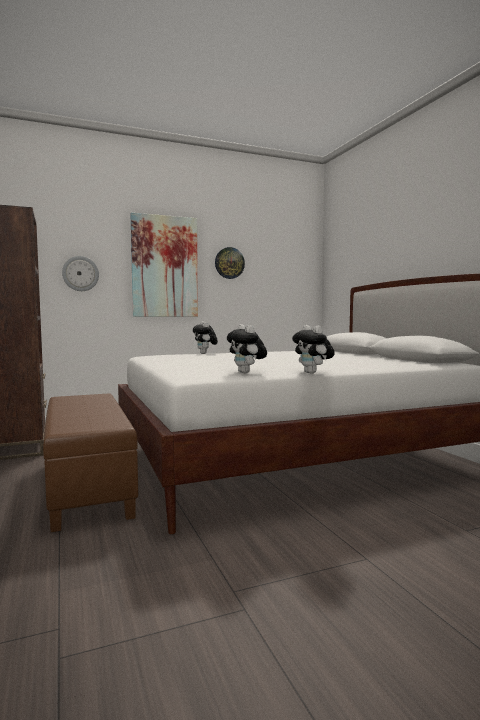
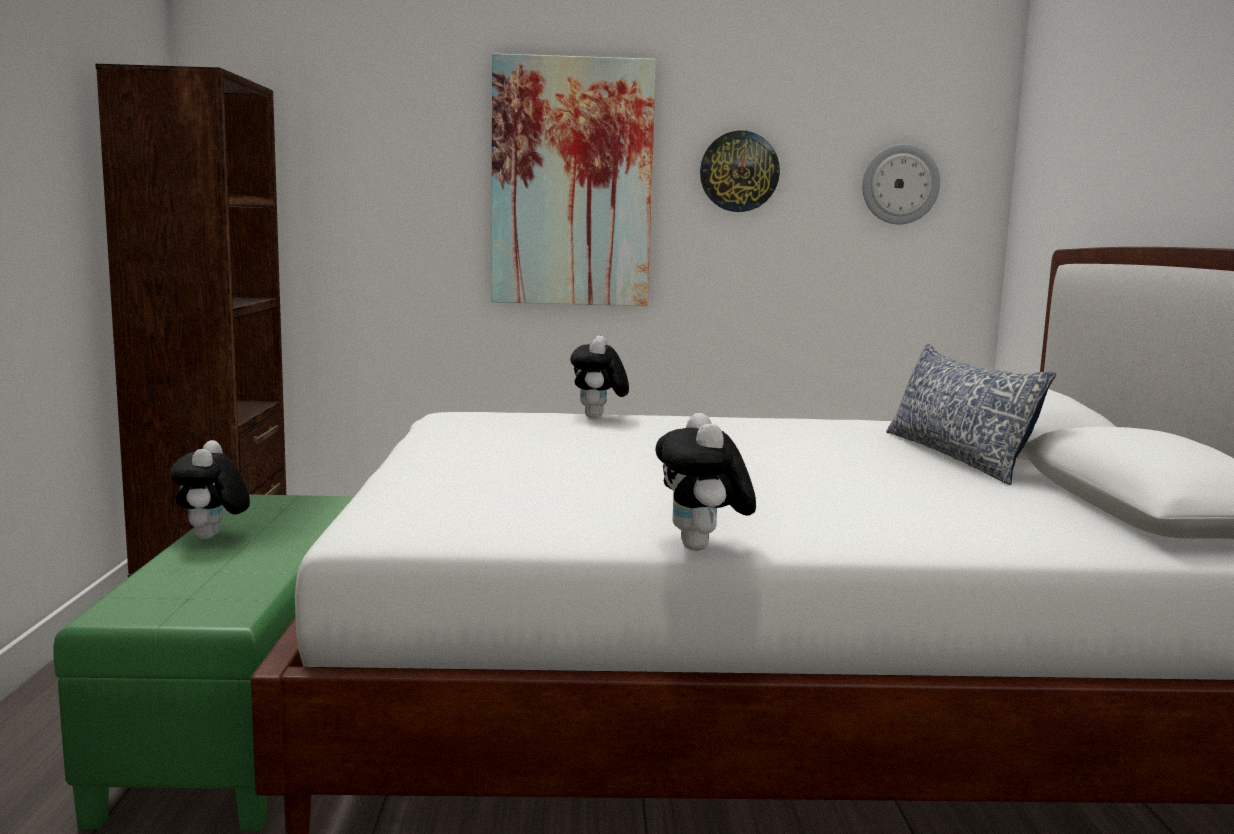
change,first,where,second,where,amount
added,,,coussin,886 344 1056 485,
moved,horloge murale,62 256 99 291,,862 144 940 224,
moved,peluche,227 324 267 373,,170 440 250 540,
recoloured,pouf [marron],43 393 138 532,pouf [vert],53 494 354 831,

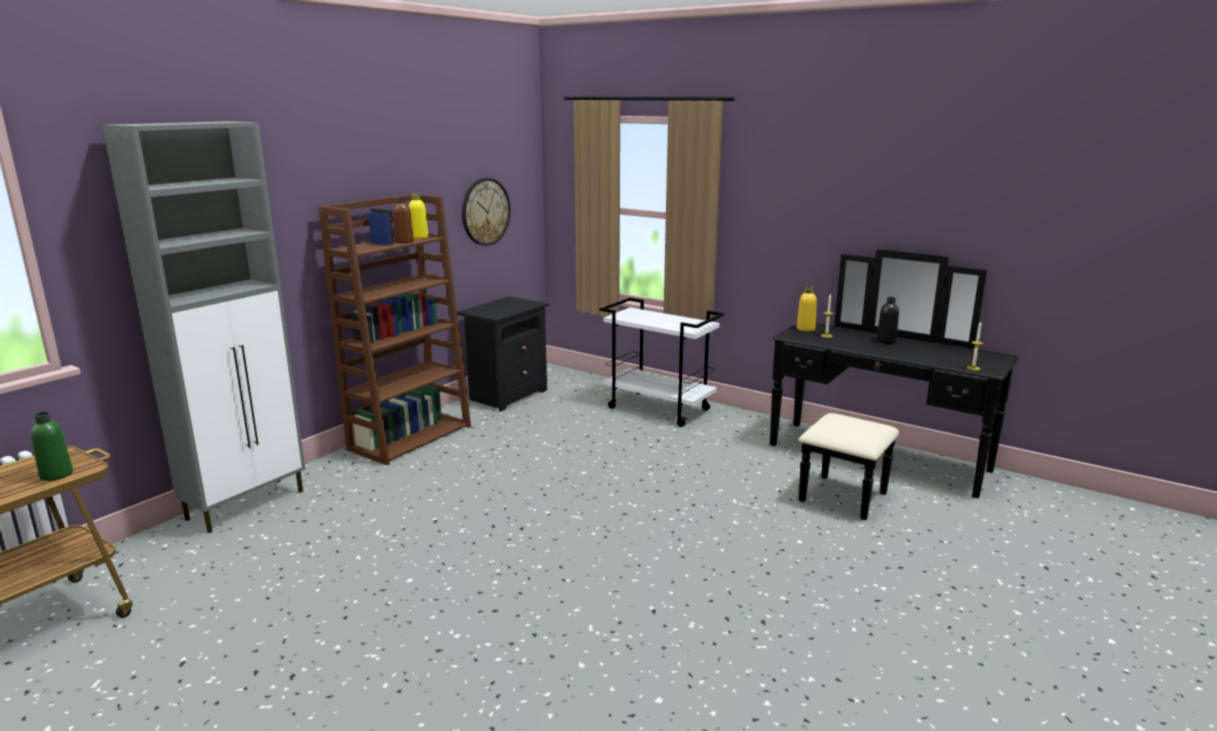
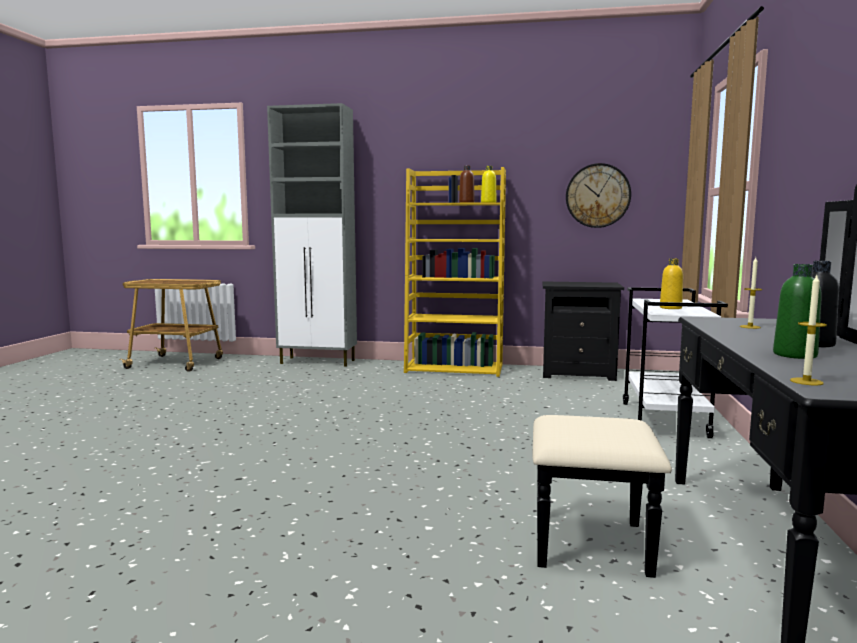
change,first,where,second,where,amount
moved,bouteille [vert],31 412 73 481,,773 264 822 359,
moved,bouteille [jaune],797 287 817 331,,660 259 683 309,
recoloured,bibliothèque [marron],318 195 471 465,bibliothèque [jaune],404 167 506 377,

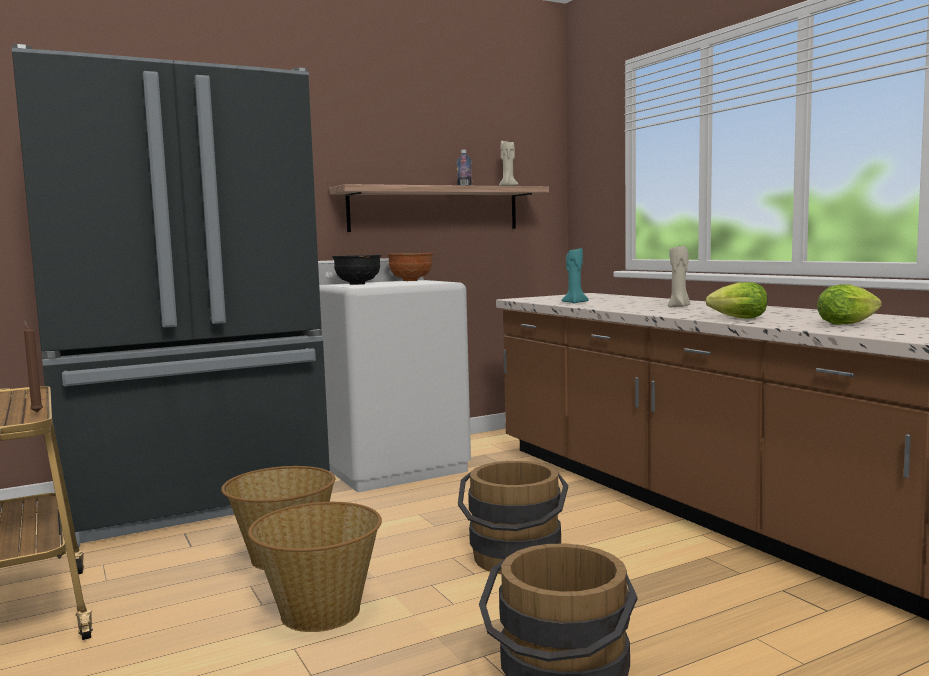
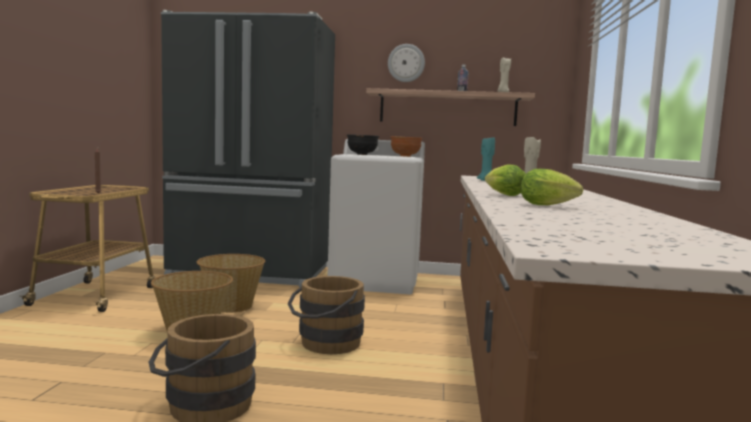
change,first,where,second,where,amount
added,,,horloge murale,388 44 425 82,

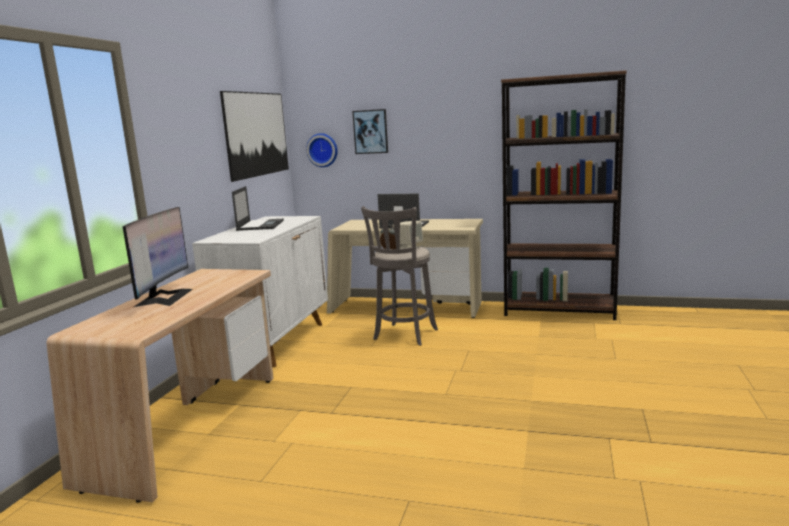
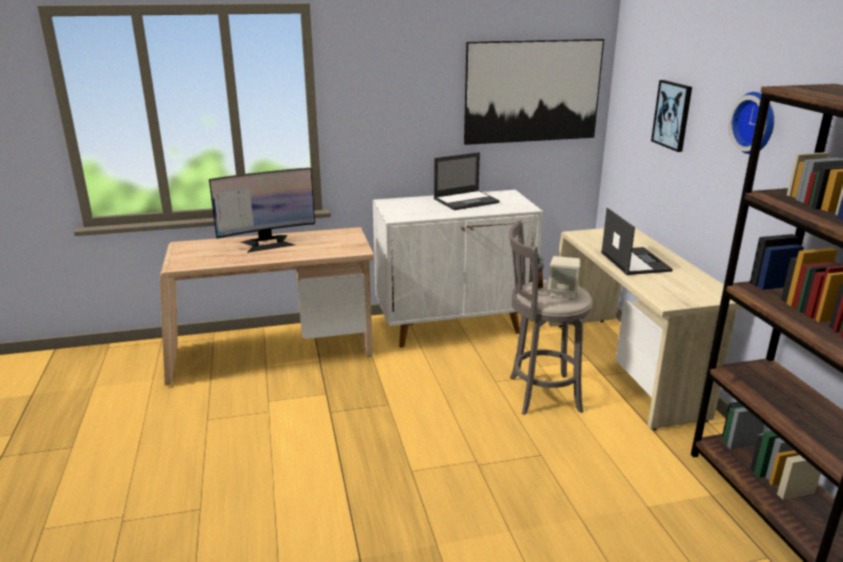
change,first,where,second,where,amount
moved,horloge murale,306 133 338 167,,729 92 774 154,

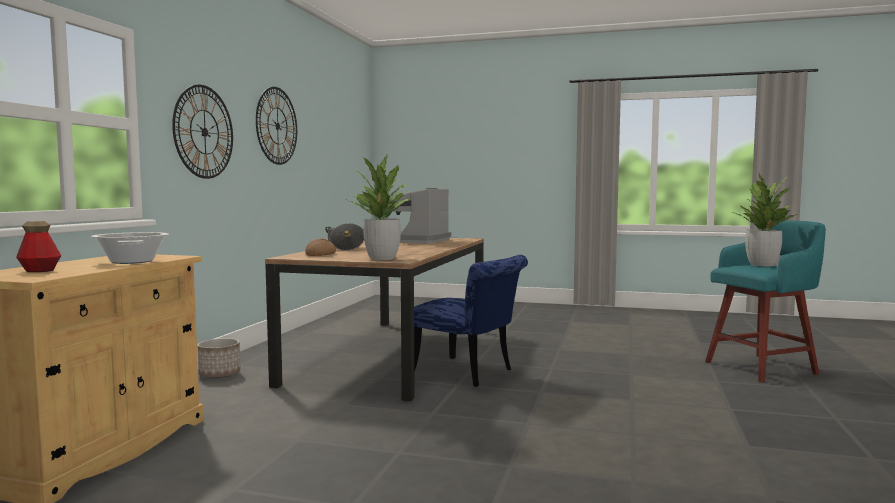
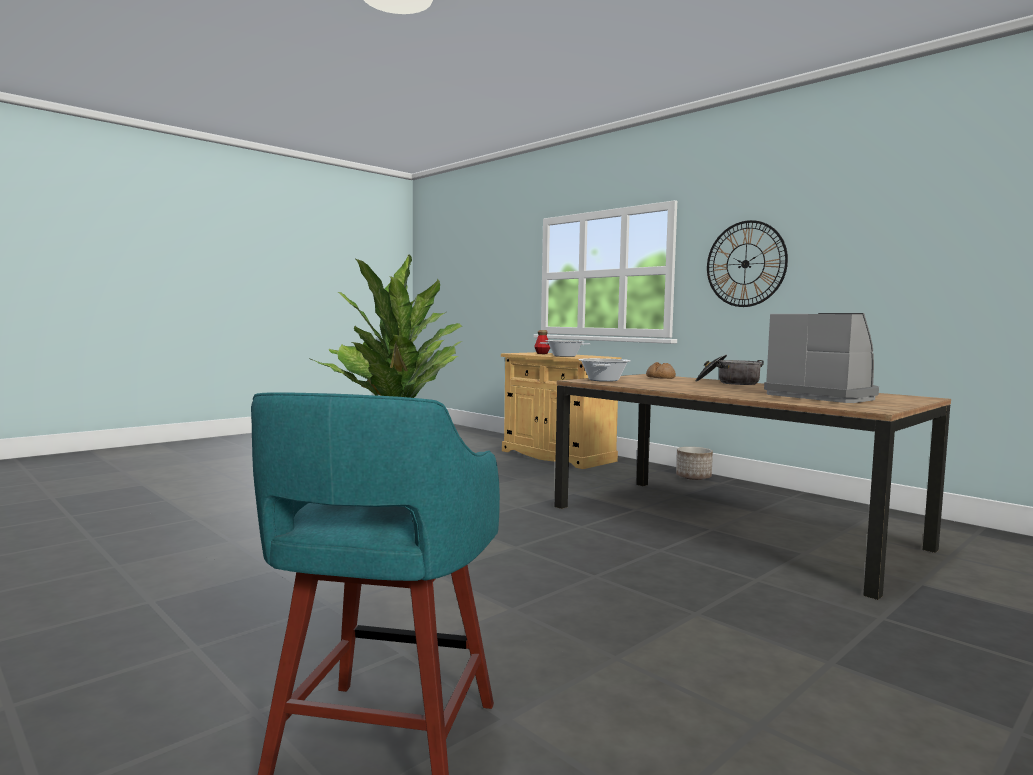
change,first,where,second,where,amount
removed,horloge murale,256 87 297 165,,,
removed,chaise [bleu],414 255 528 387,,,
replaced,plante en pot,345 154 409 260,marmite,578 358 631 382,

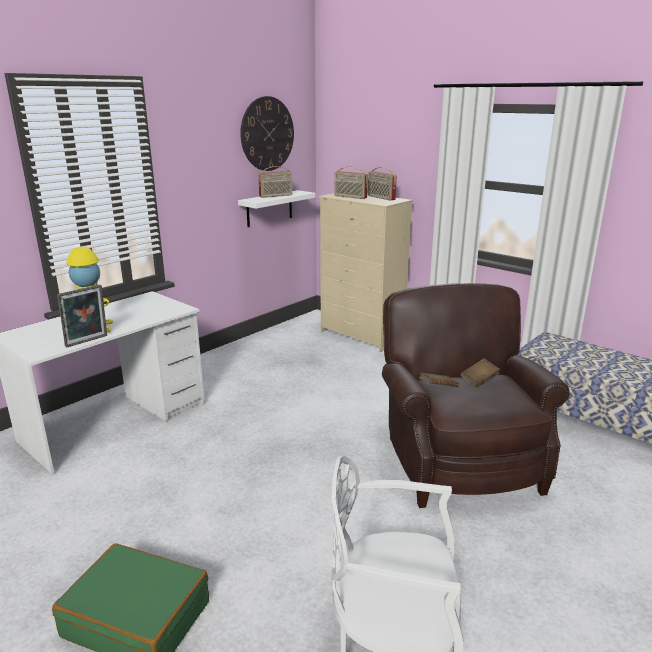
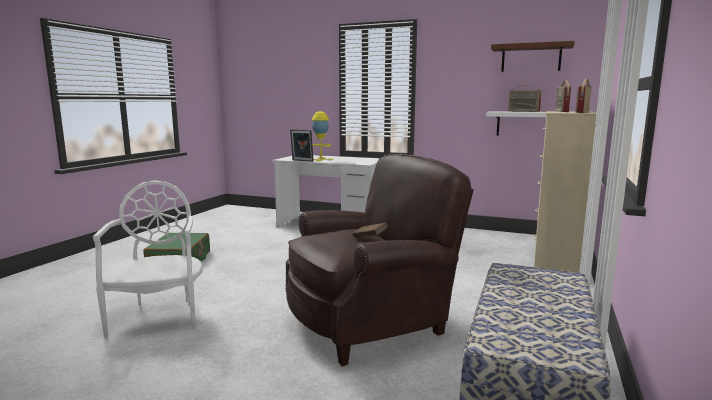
change,first,where,second,where,amount
removed,livre [marron],419 372 459 387,,,
replaced,horloge murale,240 96 294 171,étagère [marron],491 41 575 72,

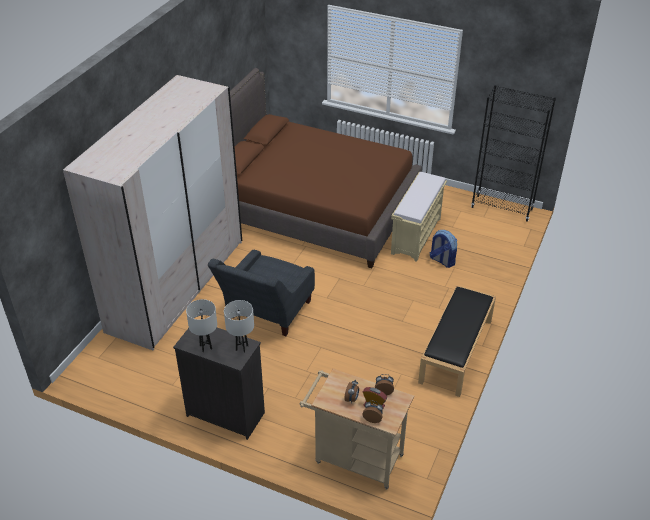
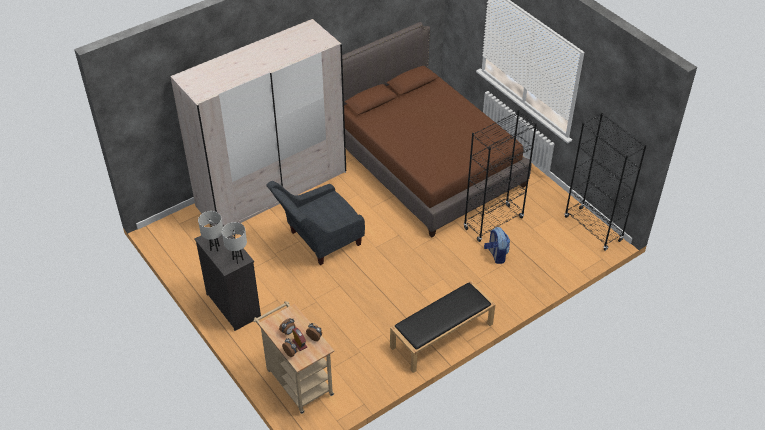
change,first,where,second,where,amount
replaced,banc [beige],391 172 447 262,bibliothèque [noir],464 110 537 242,

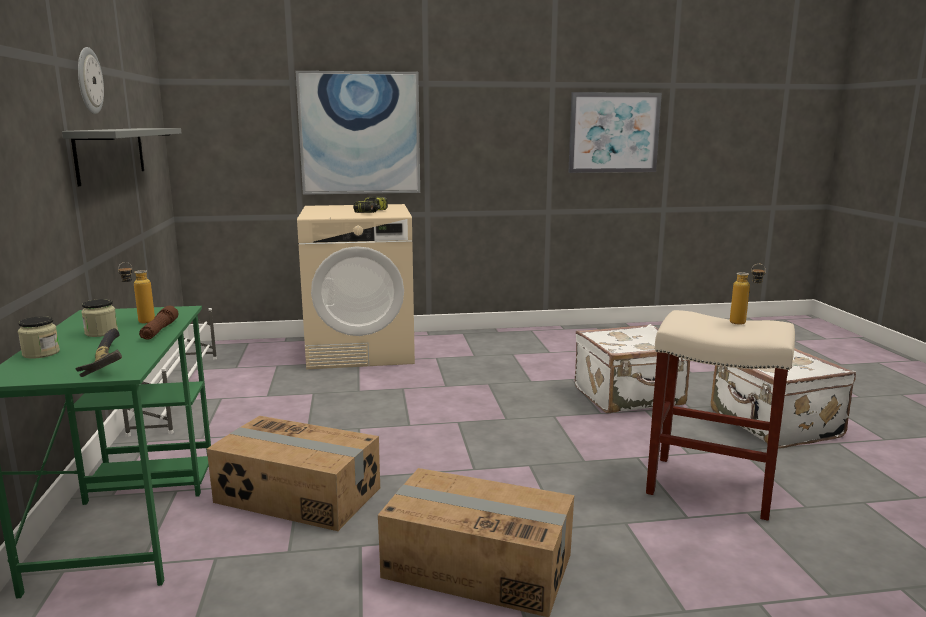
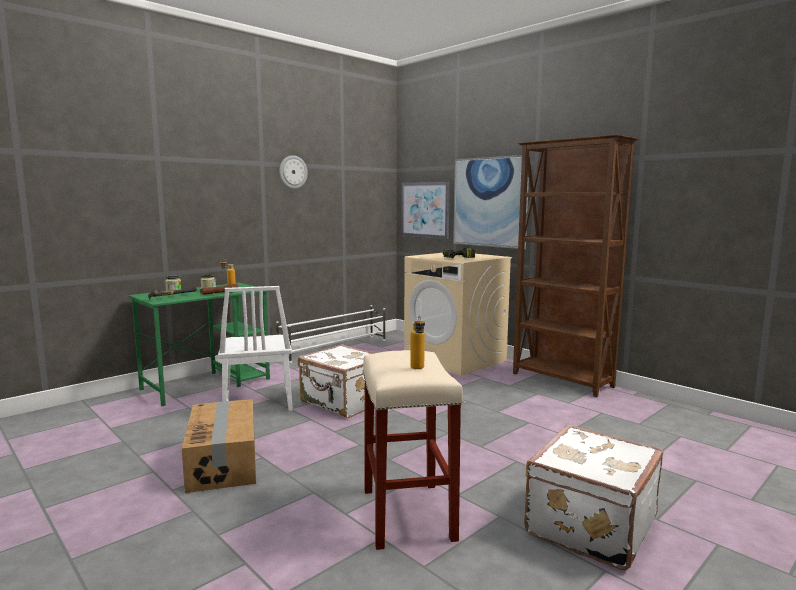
change,first,where,second,where,amount
removed,étagère [gris],62 128 181 186,,,
added,,,bibliothèque [marron],513 135 638 397,
moved,tableau,568 92 662 173,,401 182 450 239,
moved,valise [blanc],575 324 690 413,,298 344 374 418,
replaced,carton,207 416 380 531,chaise [blanc],218 286 293 411,

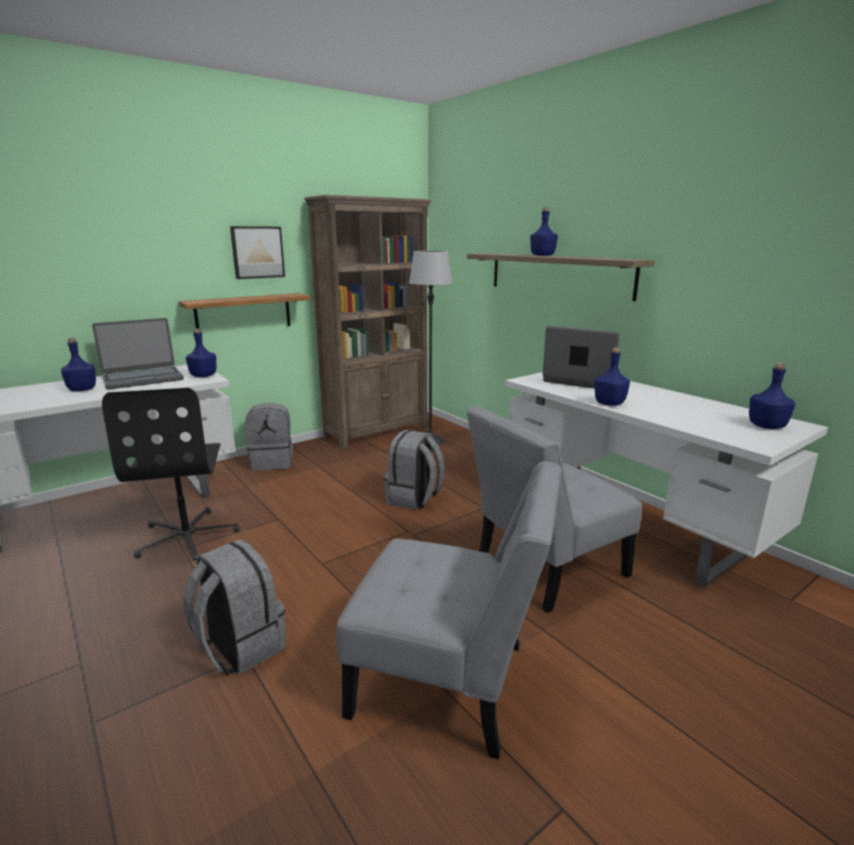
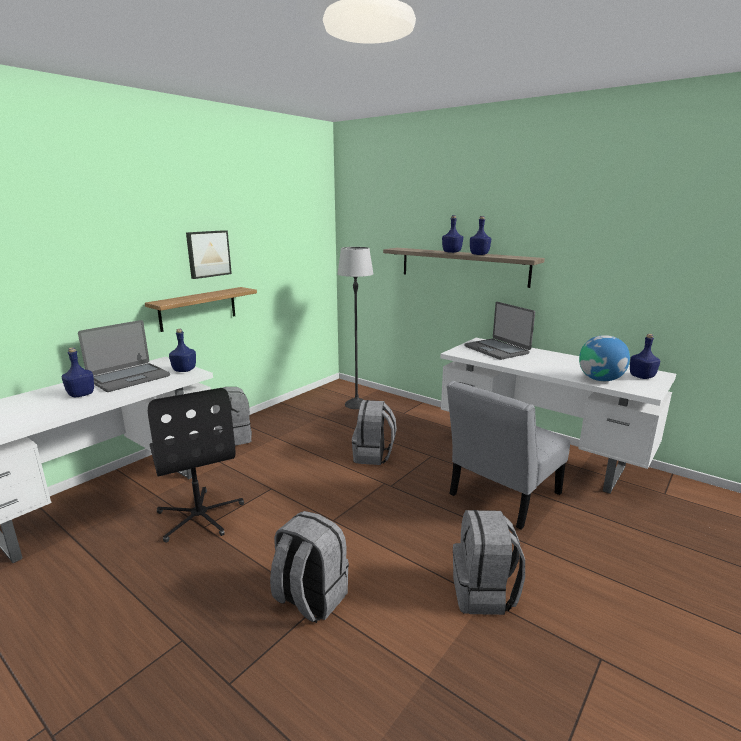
change,first,where,second,where,amount
removed,bibliothèque [marron],304 195 432 450,,,
added,,,globe,579 335 630 381,
moved,bouteille [bleu],595 347 630 406,,470 216 491 255,
replaced,chaise [gris],337 461 561 759,sac à dos [gris],453 510 525 615,
turned,ordinateur portable,543 326 624 388,,464 302 535 360,135 degrees counterclockwise

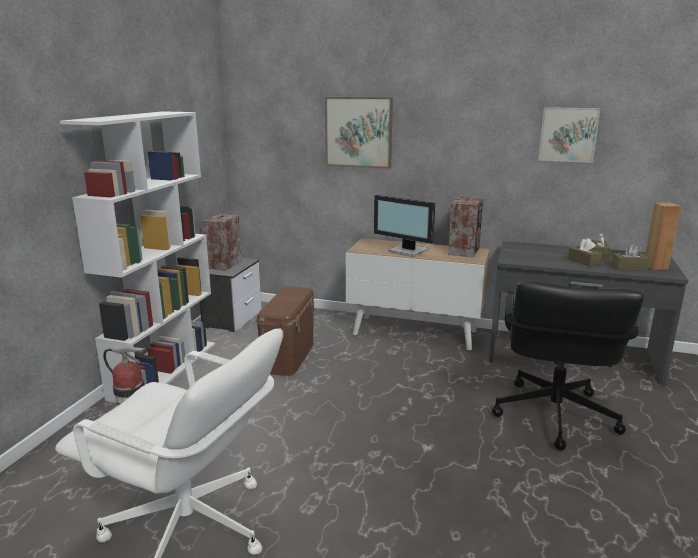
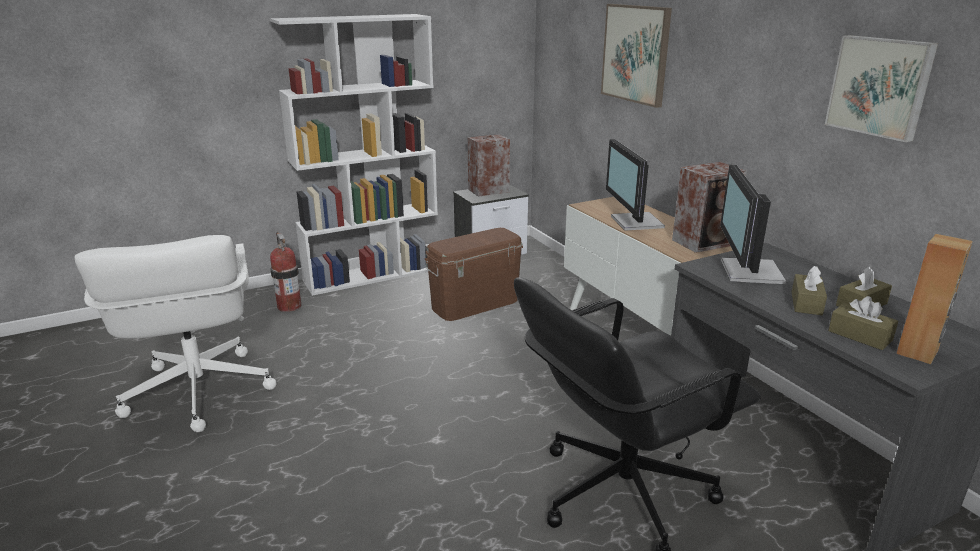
change,first,where,second,where,amount
added,,,écran d'ordinateur,720 165 786 284,

